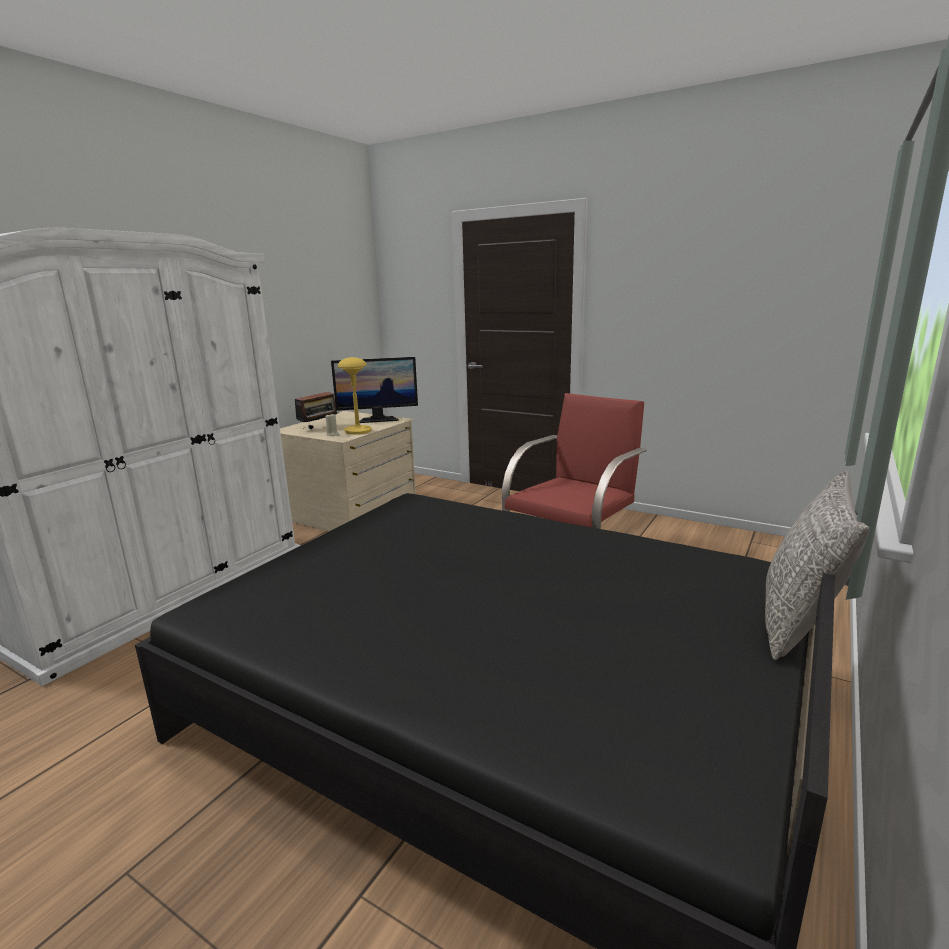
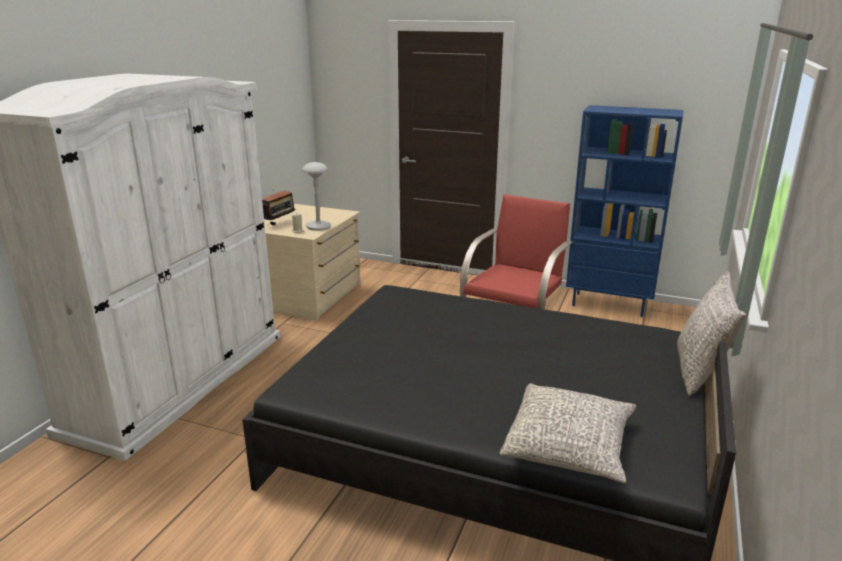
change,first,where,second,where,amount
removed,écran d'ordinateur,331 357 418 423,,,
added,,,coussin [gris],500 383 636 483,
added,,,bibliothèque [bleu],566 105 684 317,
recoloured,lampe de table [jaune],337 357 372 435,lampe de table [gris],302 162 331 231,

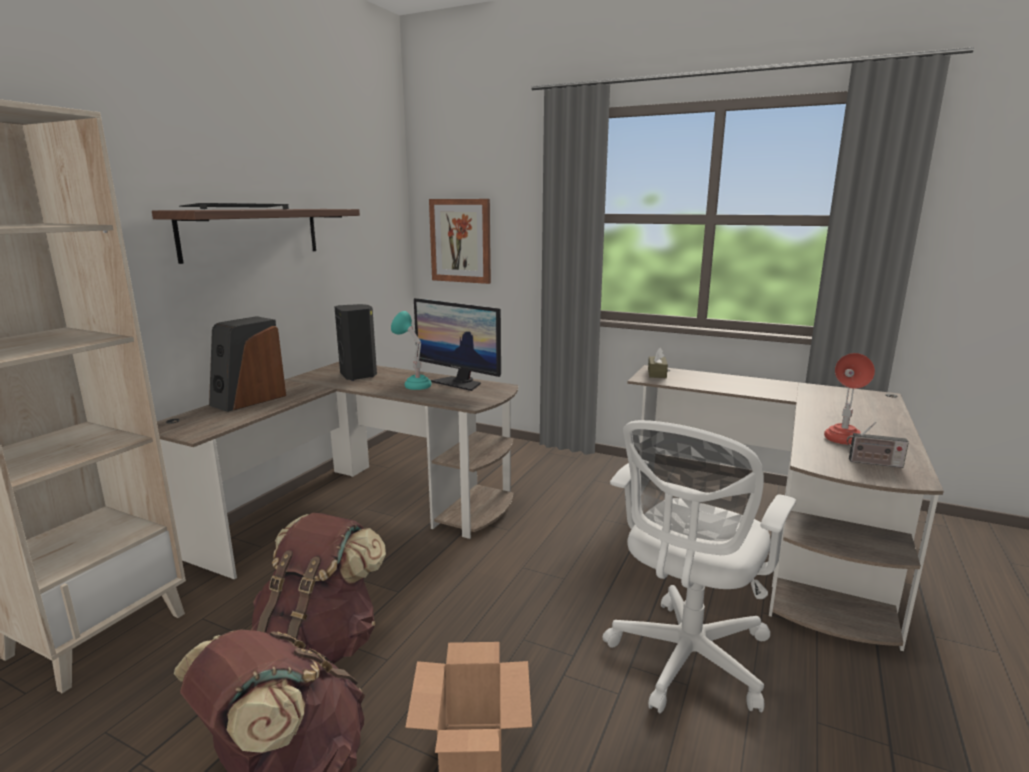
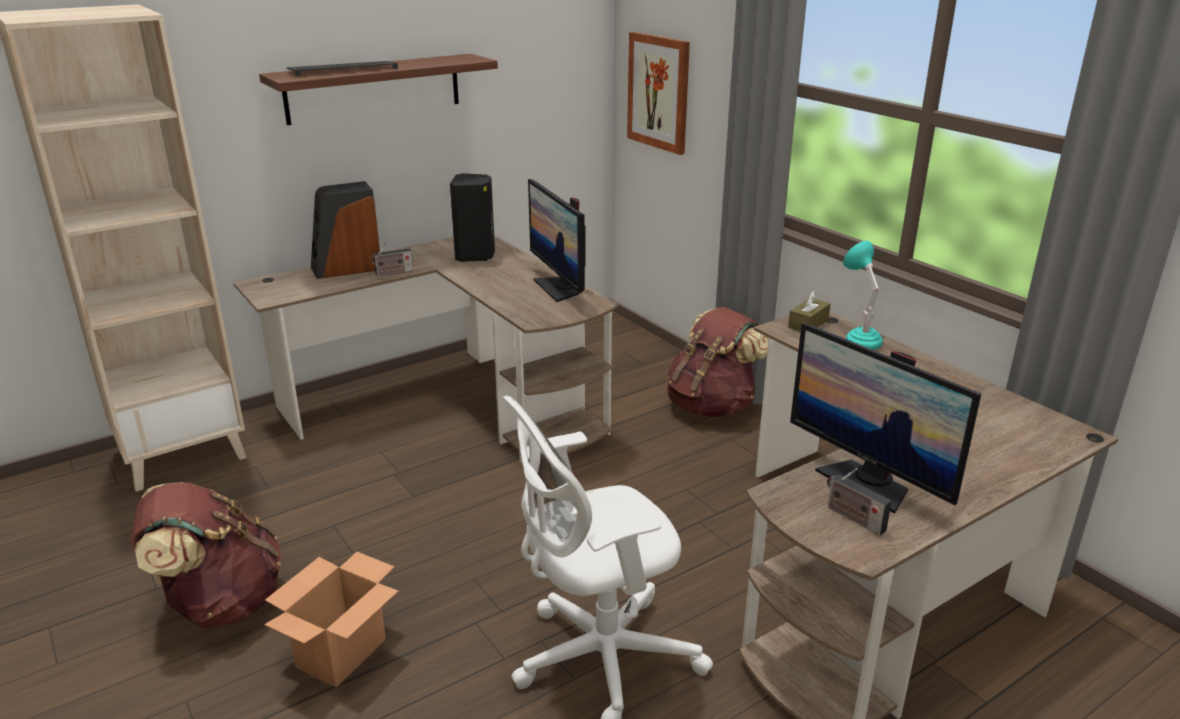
change,first,where,second,where,amount
added,,,radio,370 241 414 277,
moved,sac à dos [marron],251 513 386 664,,667 307 769 417,
moved,lampe de table [turquoise],391 311 432 390,,843 241 883 350,
replaced,lampe de table [rouge],824 353 875 445,écran d'ordinateur,790 323 982 513,

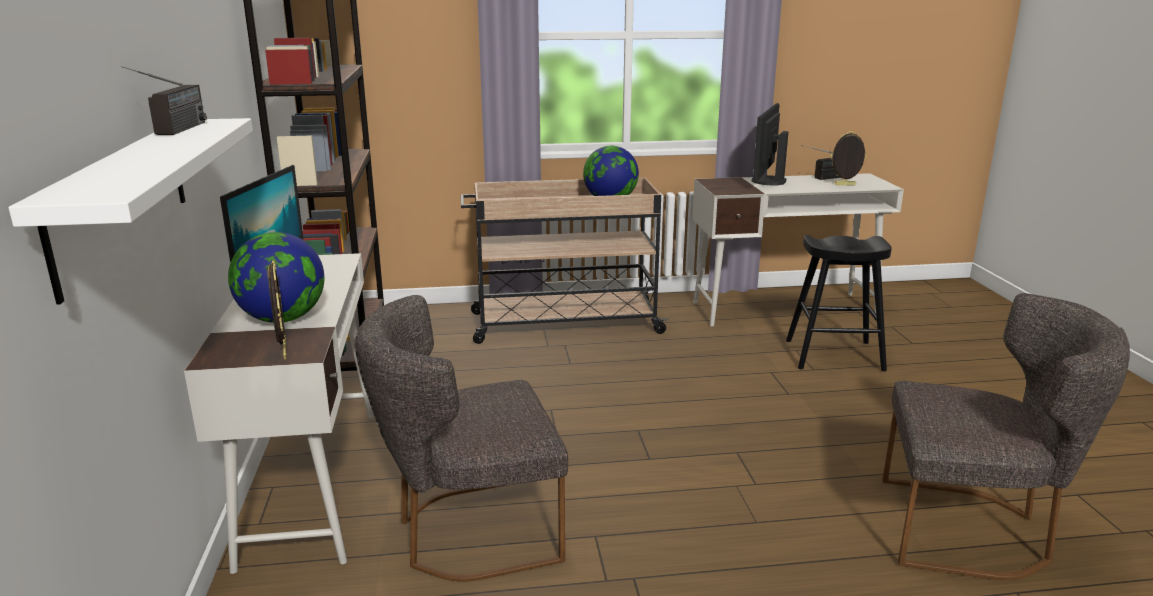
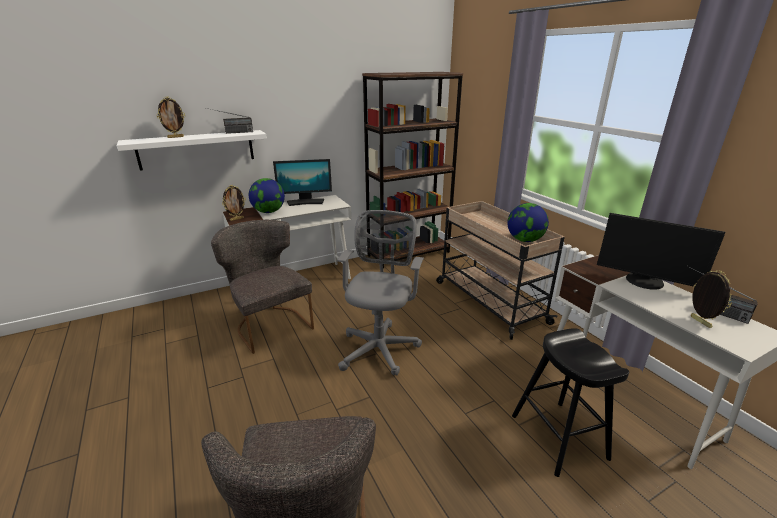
change,first,where,second,where,amount
added,,,cadre photo,157 97 185 138,
added,,,chaise de bureau [gris],337 210 424 375,
turned,écran d'ordinateur,751 103 789 185,,597 213 726 290,150 degrees counterclockwise

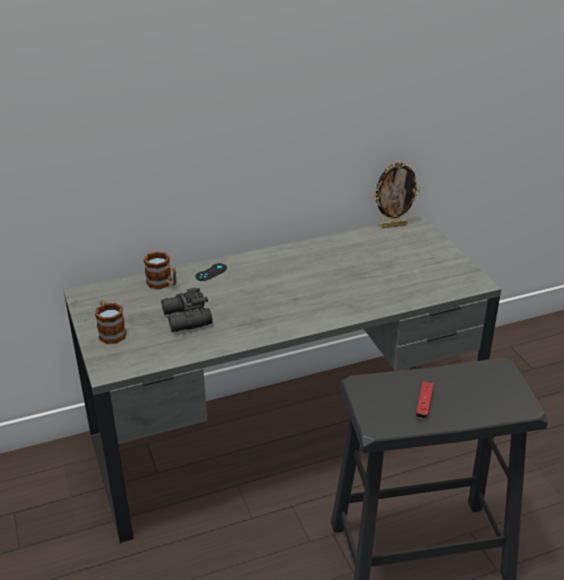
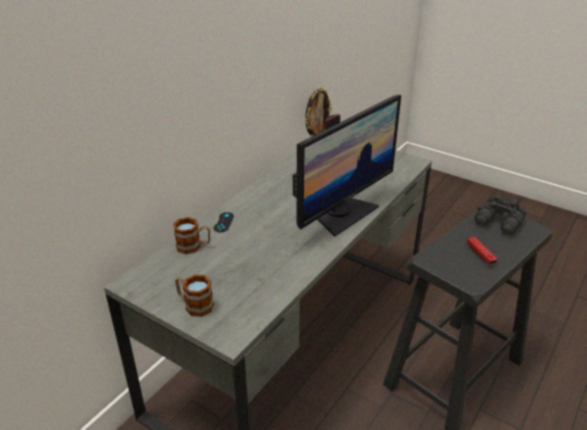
change,first,where,second,where,amount
added,,,écran d'ordinateur,293 95 401 237,
moved,jumelles [noir],161 288 213 332,,475 194 526 235,

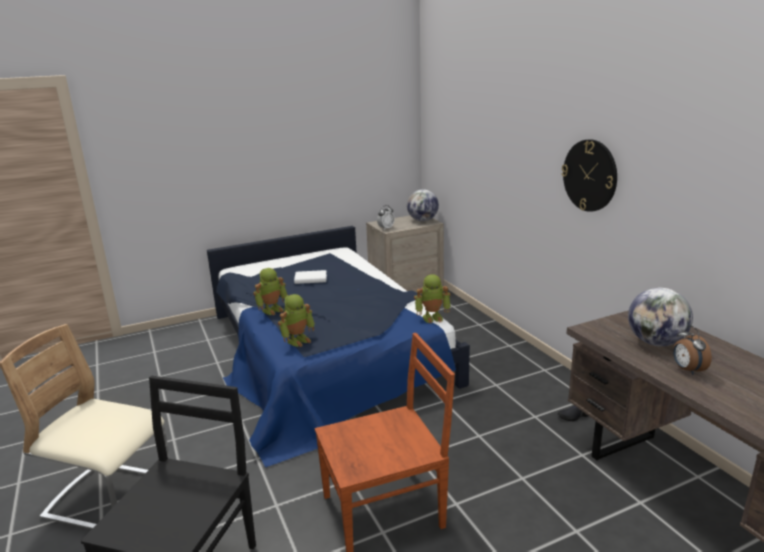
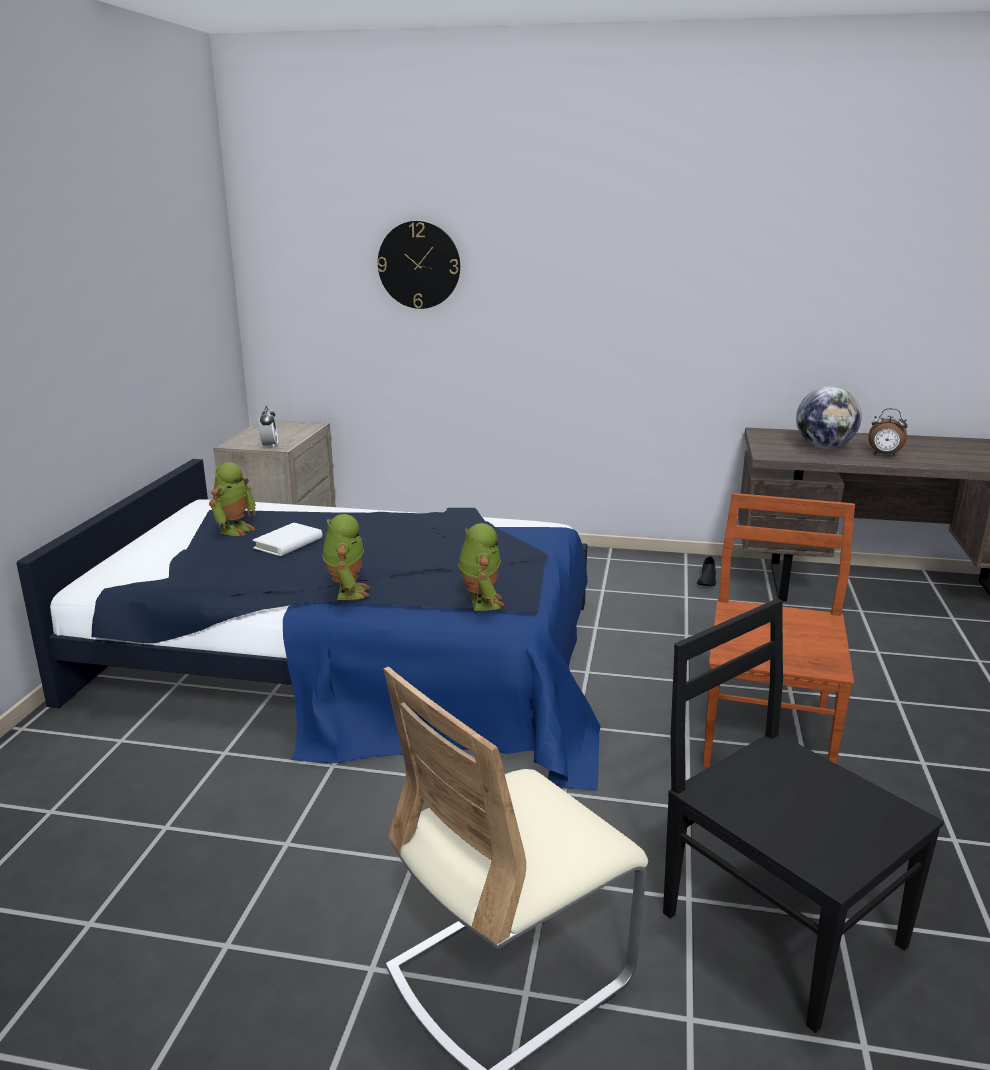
change,first,where,second,where,amount
removed,globe,407 189 439 221,,,
moved,robot jouet,414 274 451 324,,209 462 256 536,
moved,horloge murale,561 139 617 212,,377 221 460 309,

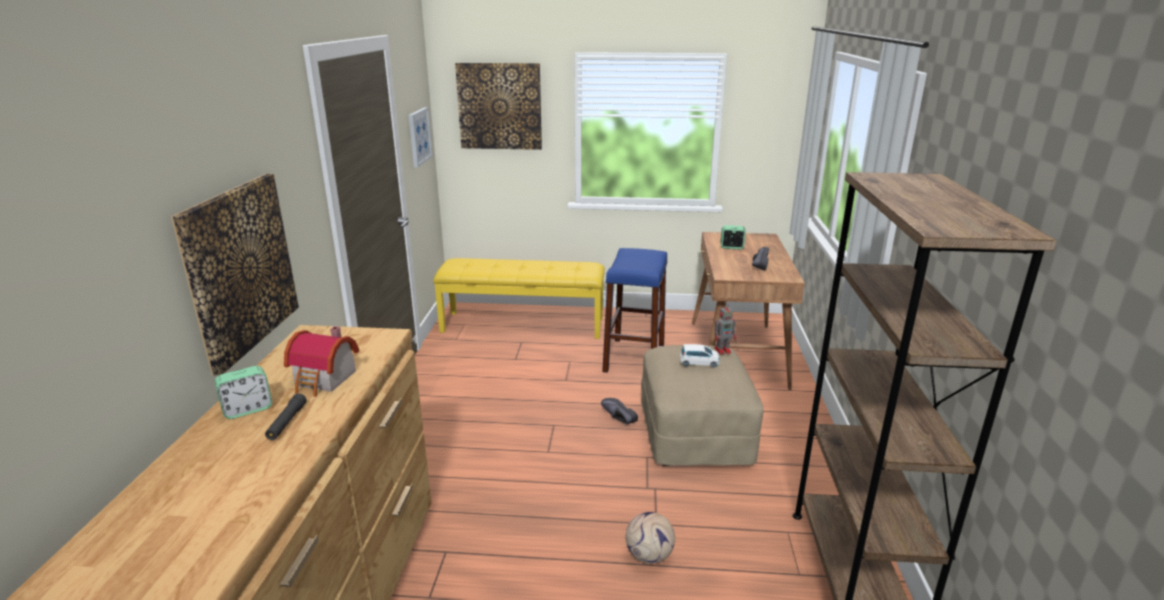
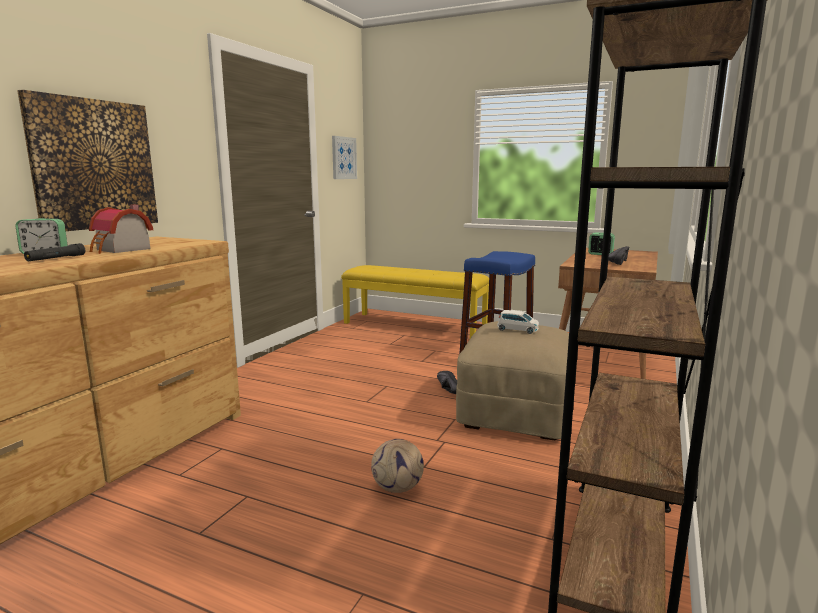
change,first,where,second,where,amount
removed,tableau,455 63 542 150,,,
removed,robot jouet,714 303 736 355,,,

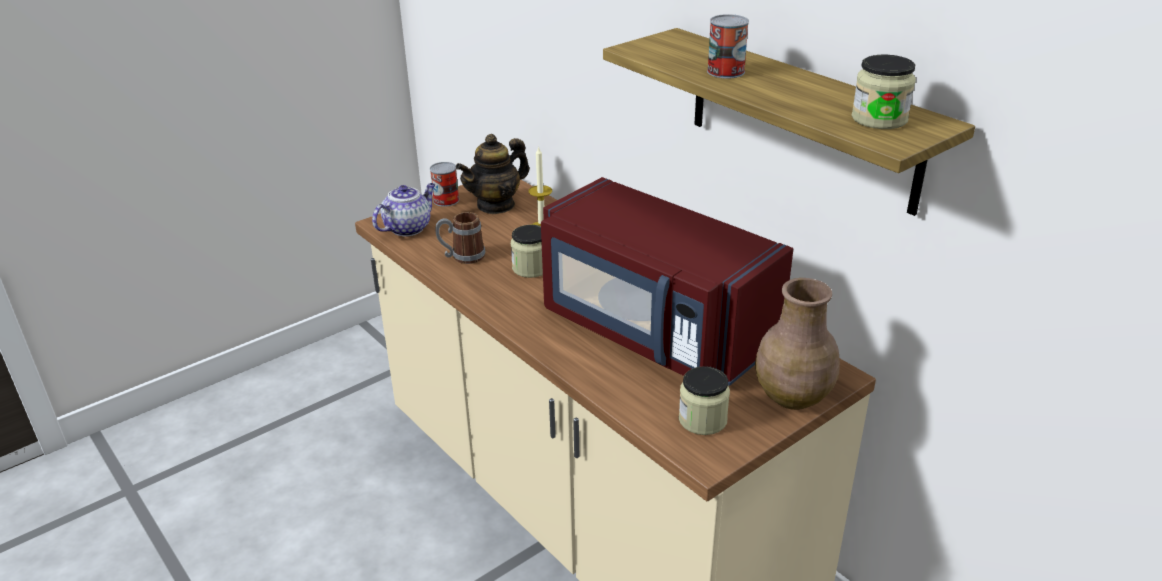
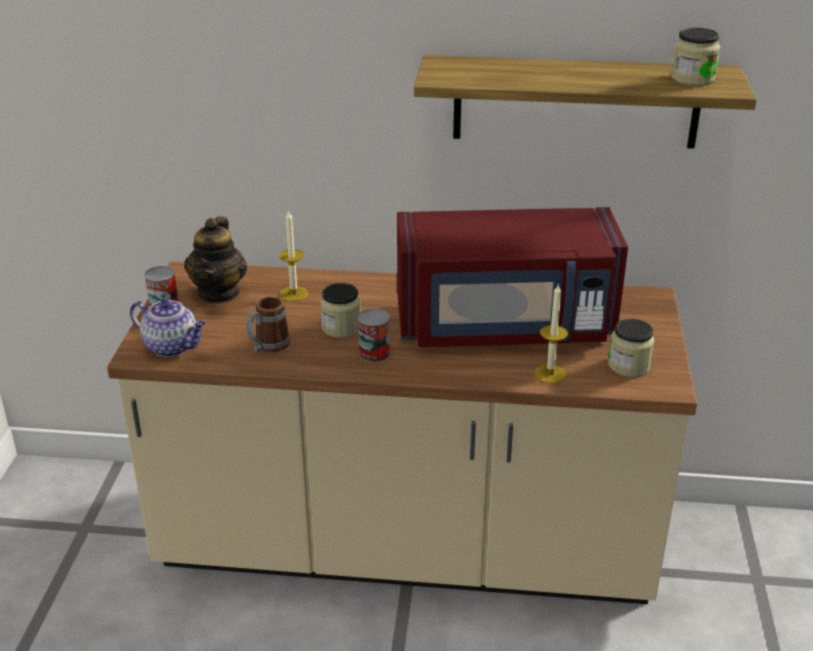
change,first,where,second,where,amount
removed,vase [marron],755 278 840 410,,,
added,,,bougie,534 283 568 383,
moved,boîte métallique,707 14 749 79,,358 308 390 363,
turned,théière,372 183 436 236,,130 300 206 357,120 degrees clockwise

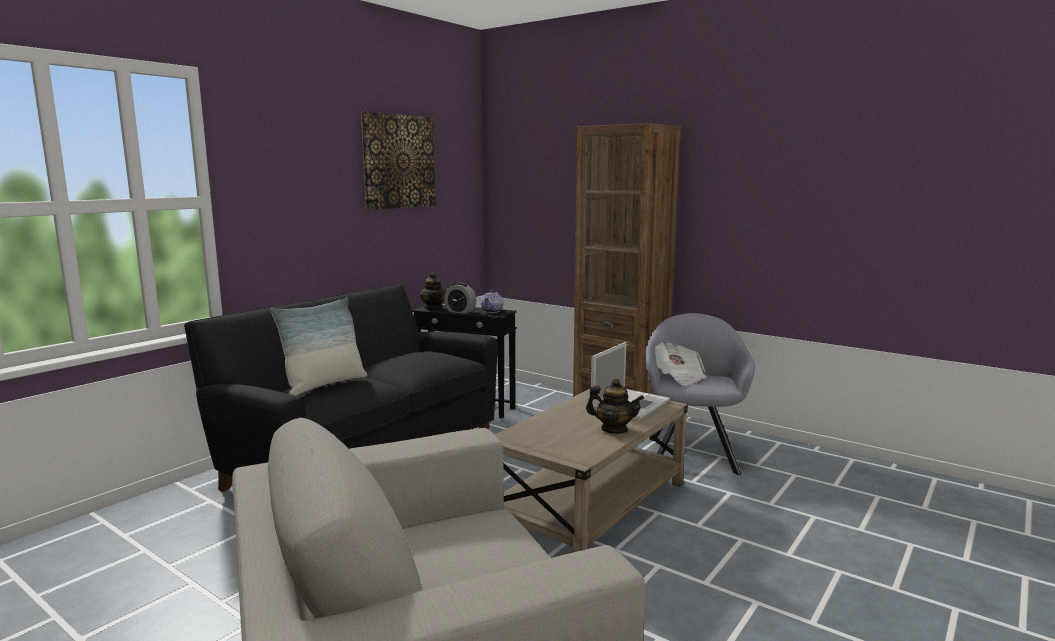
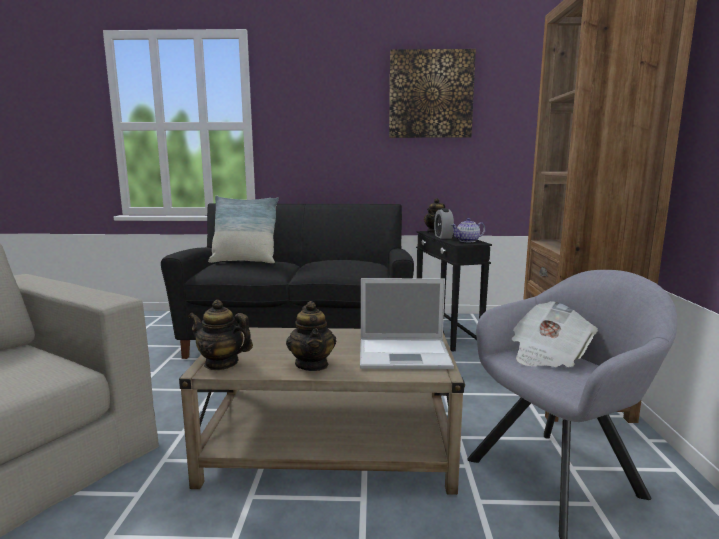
change,first,where,second,where,amount
added,,,théière,188 300 253 370,

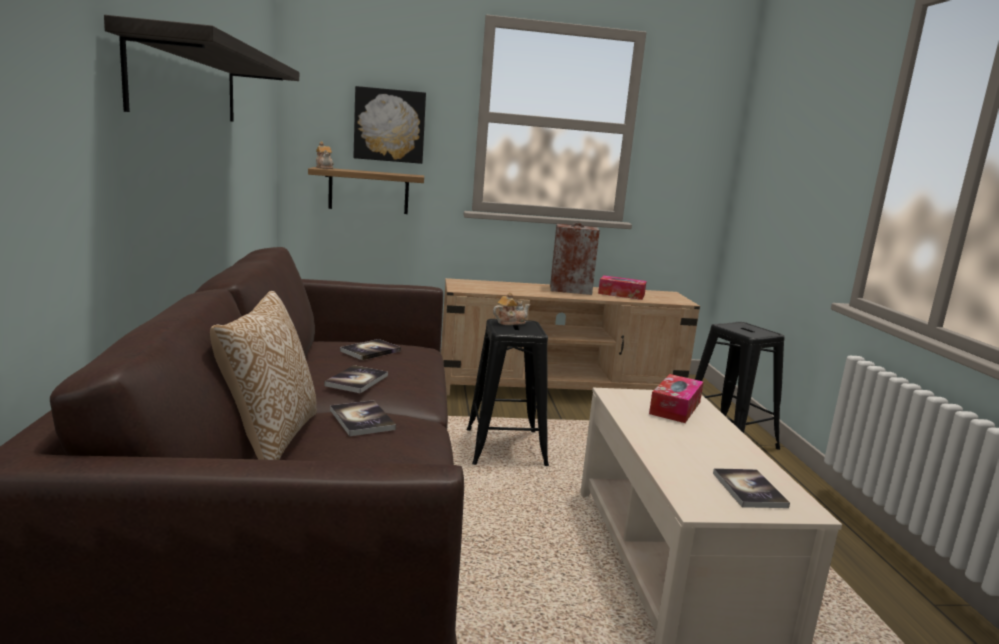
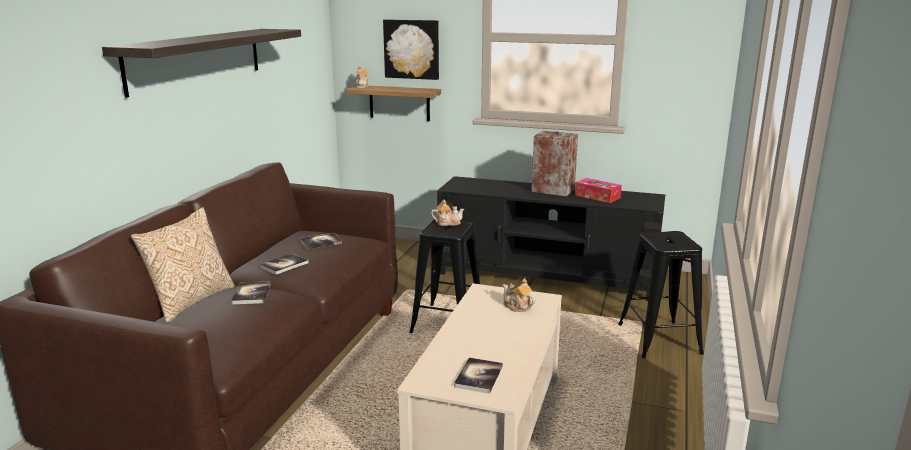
change,first,where,second,where,amount
replaced,boîte à mouchoirs,649 374 704 423,théière,503 278 535 312,
recoloured,meuble télé [beige],441 278 700 395,meuble télé [noir],437 176 665 301,

